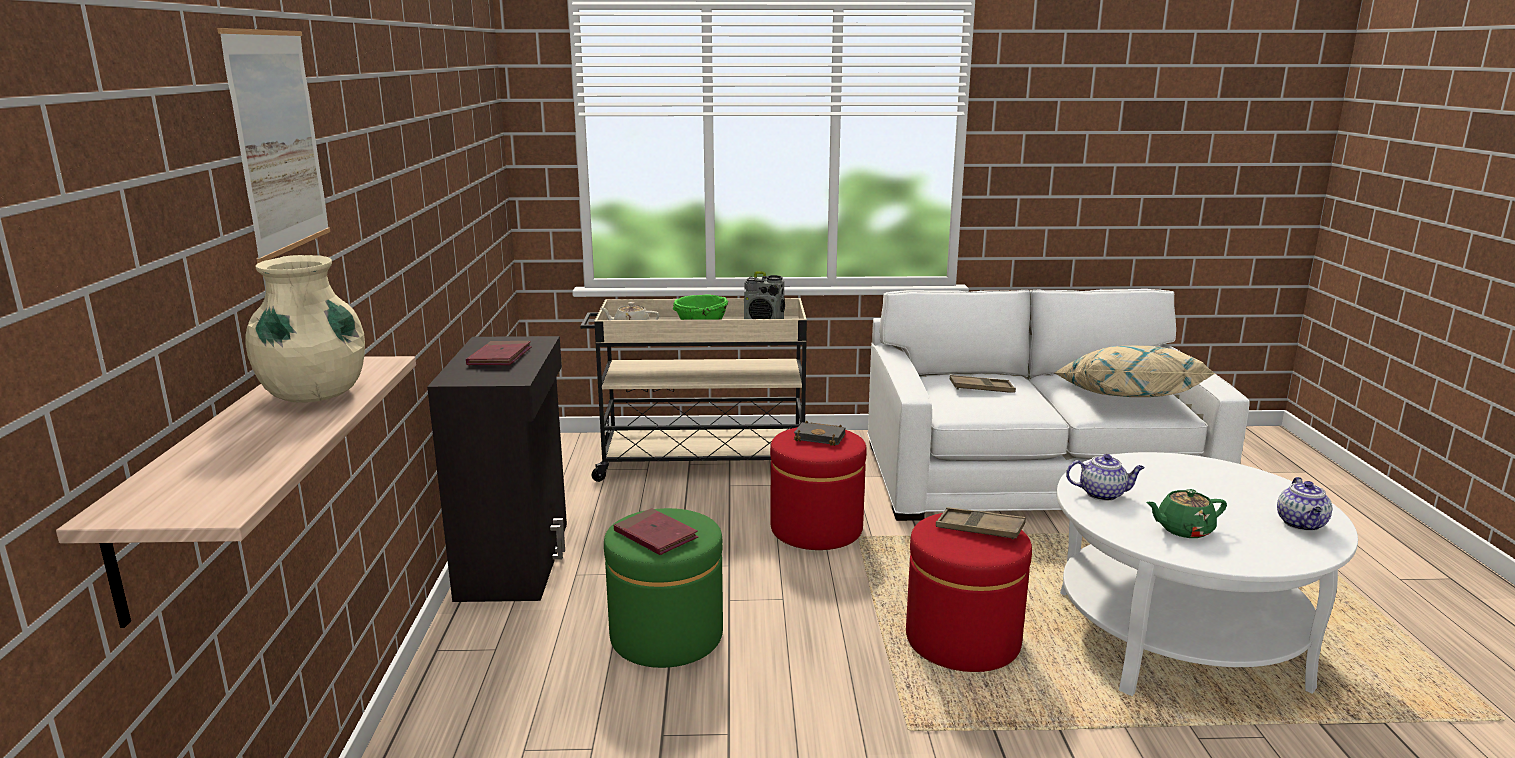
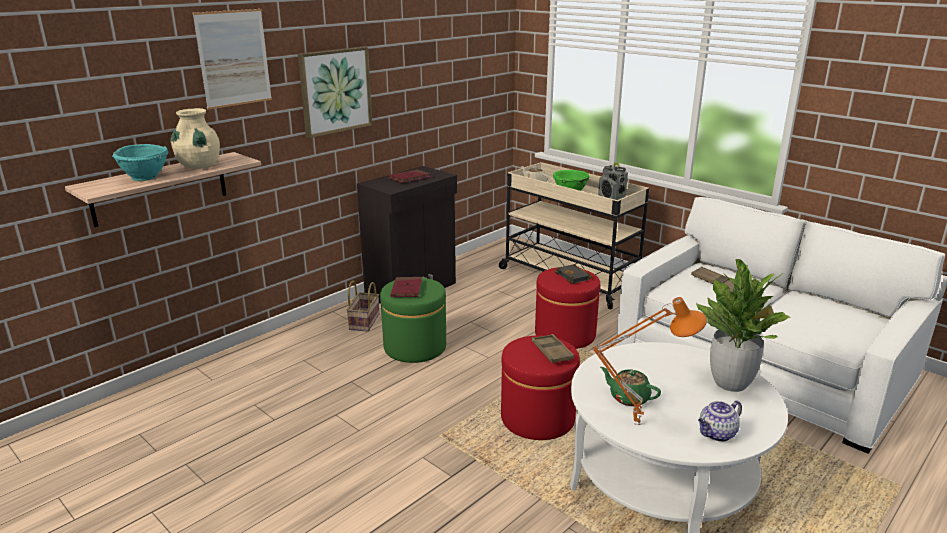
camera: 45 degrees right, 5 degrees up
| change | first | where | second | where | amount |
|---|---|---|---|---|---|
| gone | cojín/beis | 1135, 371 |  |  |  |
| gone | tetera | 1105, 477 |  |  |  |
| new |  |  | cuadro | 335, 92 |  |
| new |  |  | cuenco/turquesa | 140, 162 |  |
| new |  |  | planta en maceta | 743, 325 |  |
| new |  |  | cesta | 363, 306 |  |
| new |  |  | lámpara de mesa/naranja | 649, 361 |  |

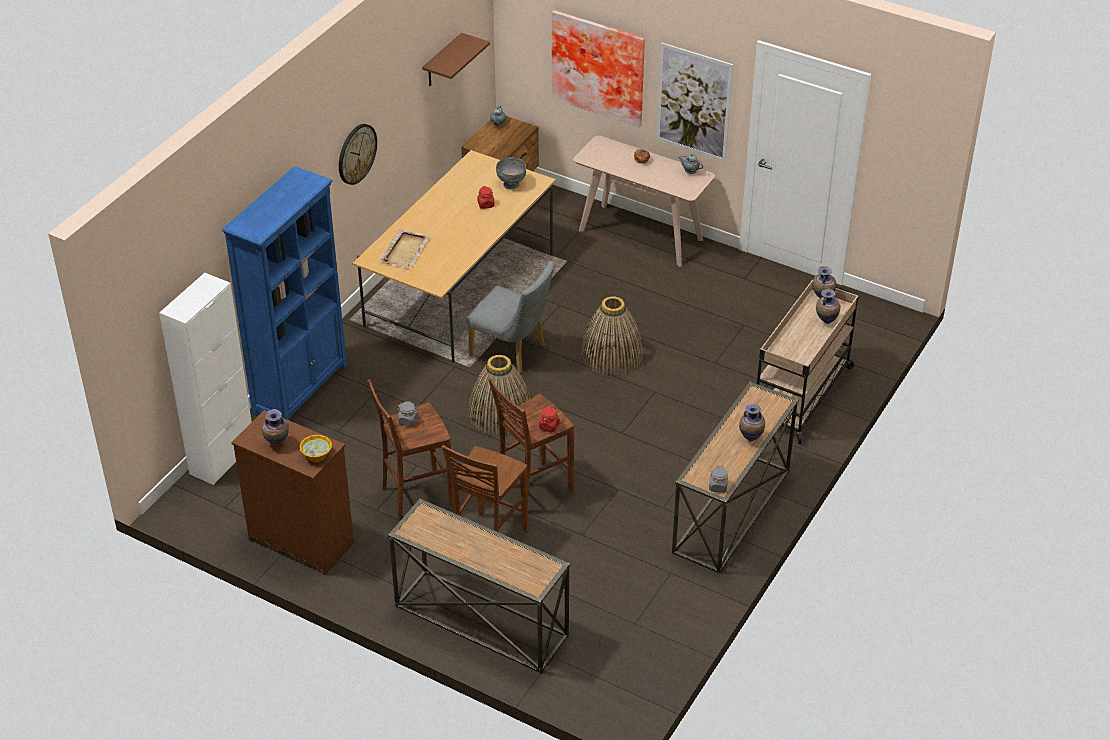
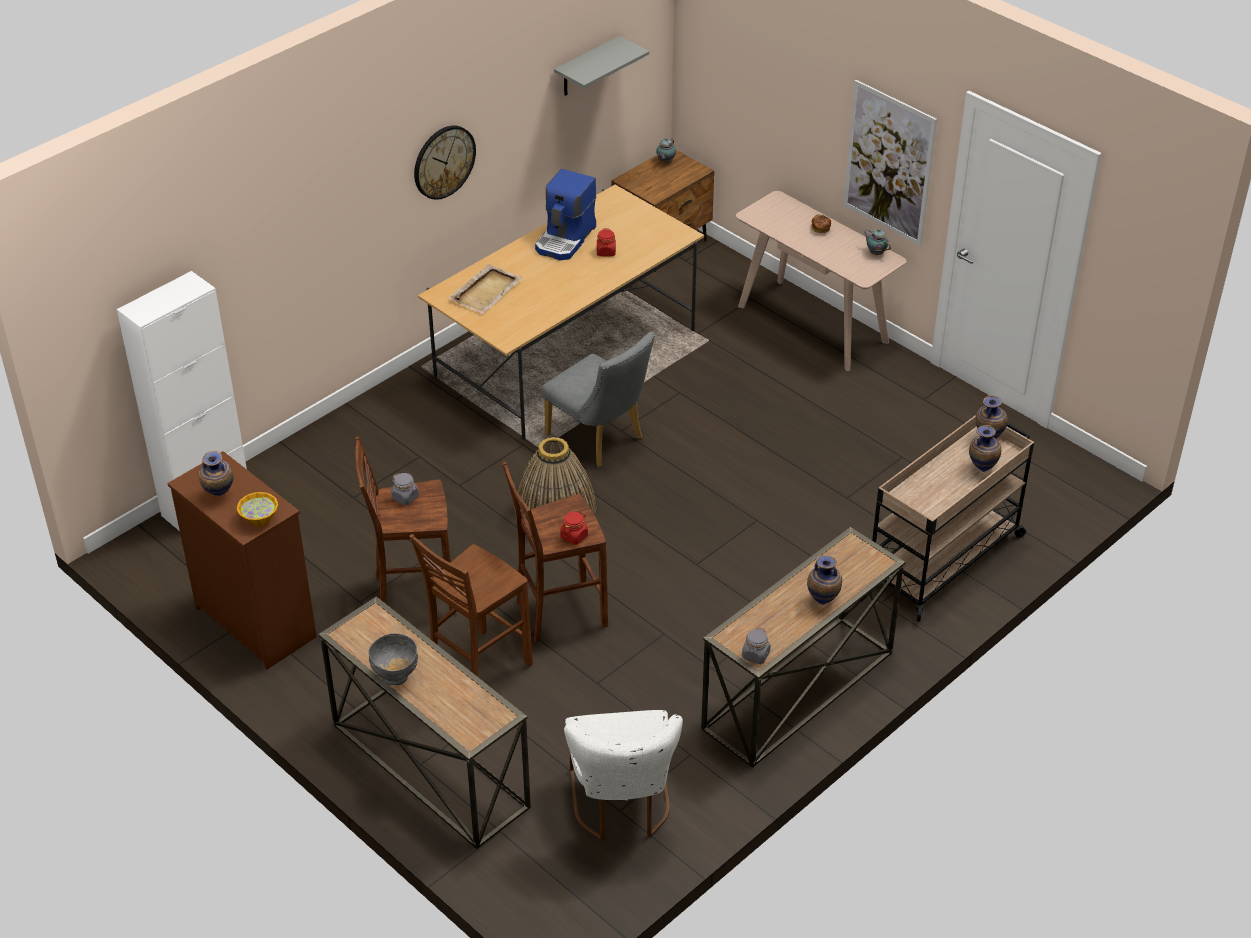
camera: 15 degrees right, 0 degrees up
| change | first | where | second | where | amount |
|---|---|---|---|---|---|
| gone | cuadro | 598, 68 |  |  |  |
| repainted | estante/marrón | 456, 59 | estante/gris | 601, 66 |  |
| shifted | cuenco/gris | 511, 173 |  | 393, 659 |  |
| gone | estantería/azul | 285, 293 |  |  |  |
| gone | cesta | 611, 335 |  |  |  |
| new |  |  | cafetera | 565, 214 |  |
| new |  |  | silla/blanco | 623, 775 |  |

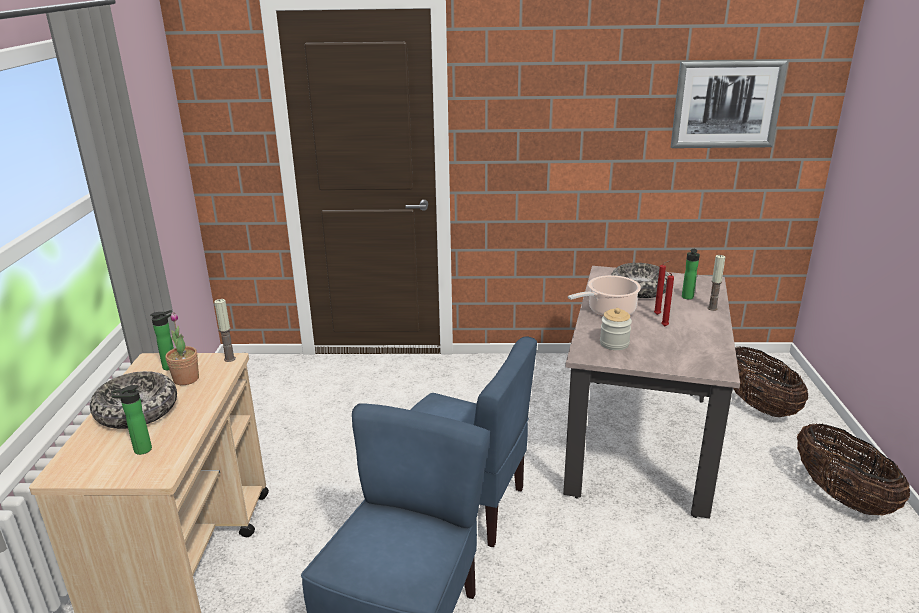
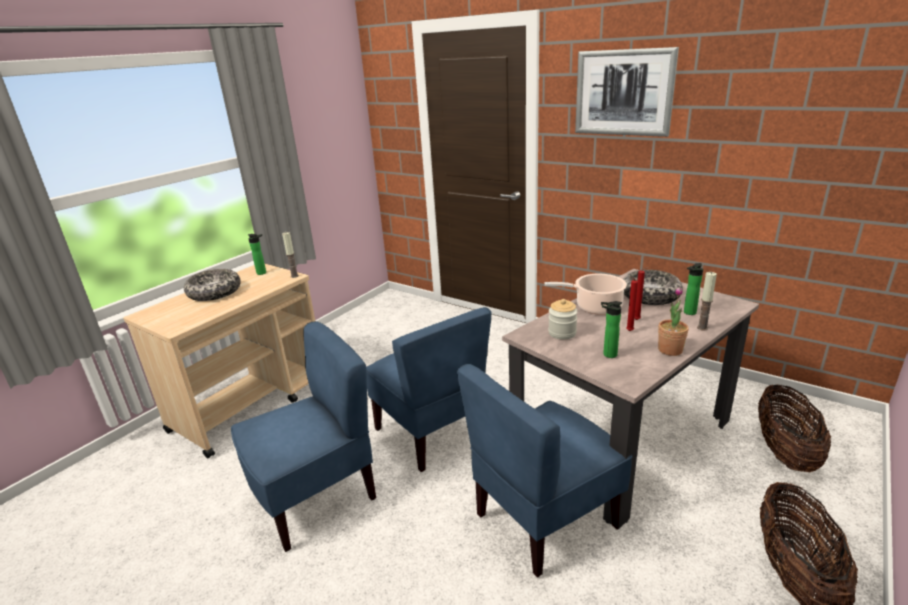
camera: 35 degrees right, 0 degrees up
| change | first | where | second | where | amount |
|---|---|---|---|---|---|
| shifted | cuadro | 729, 104 |  | 627, 92 |  |
| shifted | planta en maceta | 182, 348 |  | 673, 321 |  |
| shifted | botella | 131, 420 |  | 611, 329 |  |
| new |  |  | silla/azul | 544, 471 |  |

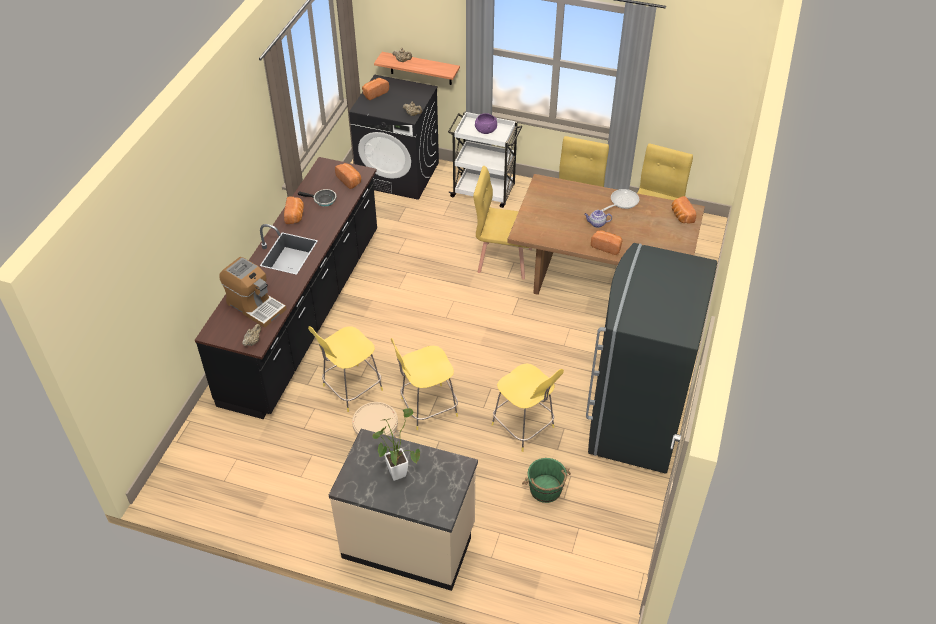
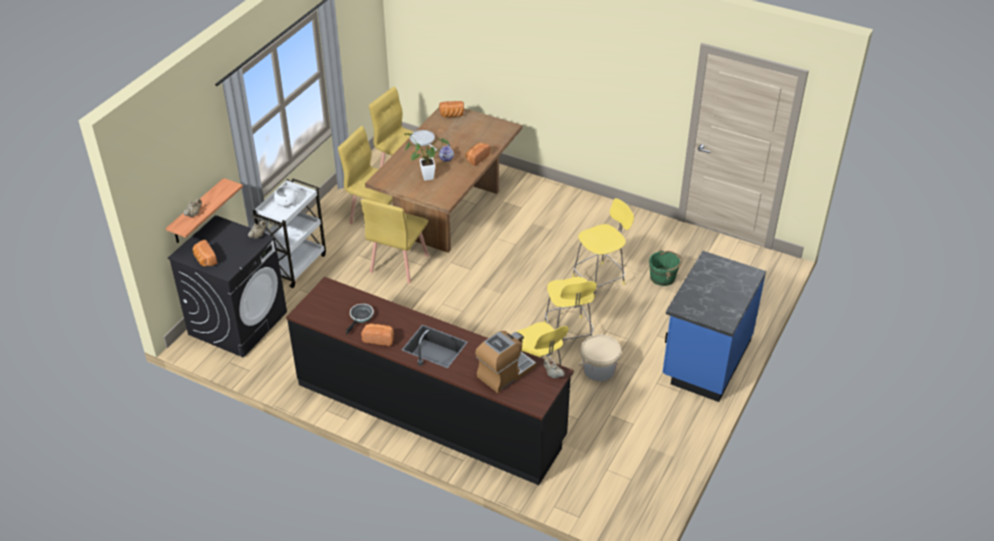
camera: 80 degrees left, 5 degrees down
| change | first | where | second | where | amount |
|---|---|---|---|---|---|
| repainted | cuenco/morado | 486, 123 | cuenco/blanco | 285, 196 |  |
| gone | pan | 348, 176 |  |  |  |
| gone | nevera/gris | 651, 358 |  |  |  |
| shifted | planta en maceta | 396, 444 |  | 426, 157 |  |
| repainted | mueble bajo de cocina/beis | 403, 510 | mueble bajo de cocina/azul | 714, 326 |  |

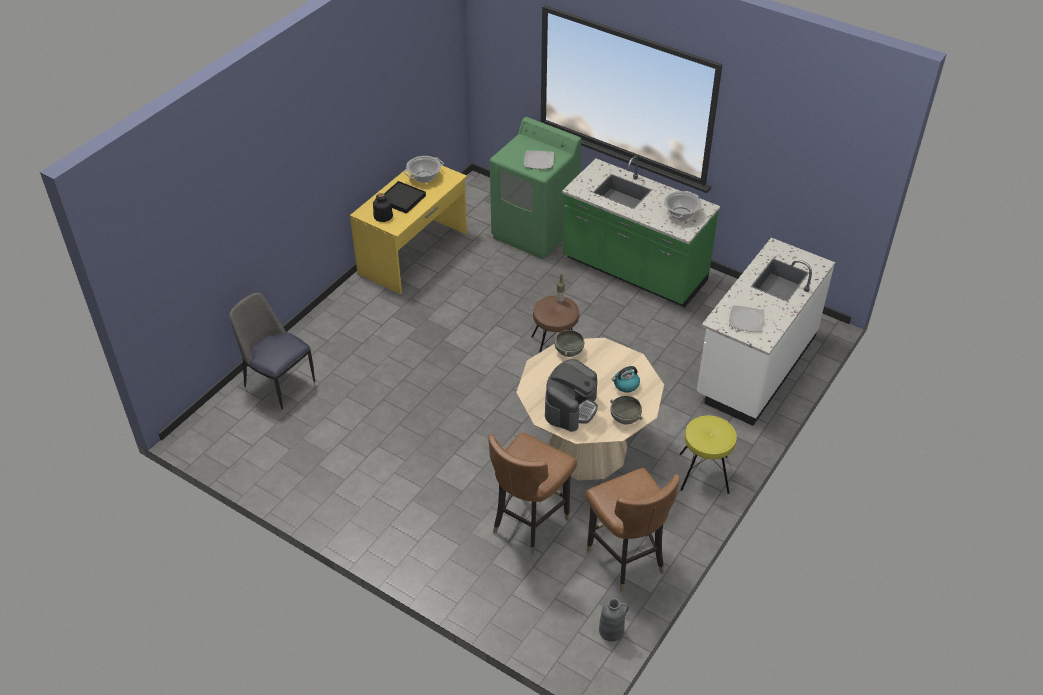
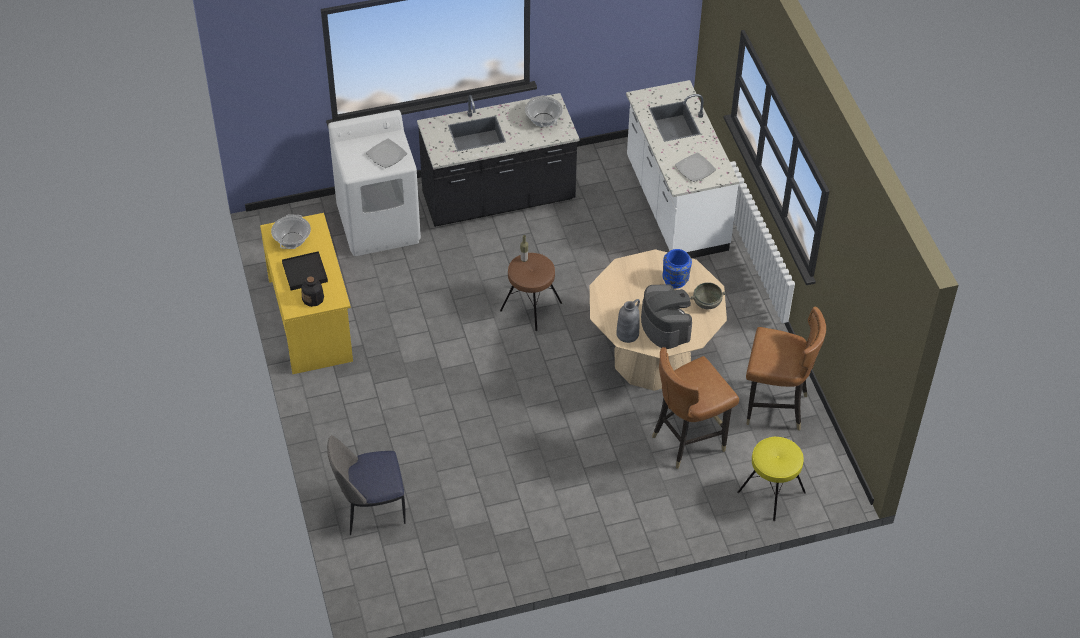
camera: 50 degrees left, 5 degrees up
| change | first | where | second | where | amount |
|---|---|---|---|---|---|
| repainted | lavadora/verde | 535, 188 | lavadora/blanco | 374, 183 |  |
| repainted | mueble bajo de cocina/verde | 641, 231 | mueble bajo de cocina/negro | 498, 160 |  |
| gone | cuenco/gris | 569, 343 |  |  |  |
| swapped | hervidor | 626, 379 | florero/azul | 677, 268 |  |
| shifted | taburete/amarillo | 708, 455 |  | 771, 479 |  |
| rotated | silla/marrón | 532, 493 |  | 695, 408 | 75 degrees clockwise |
| shifted | florero/gris | 614, 619 |  | 628, 321 |  |

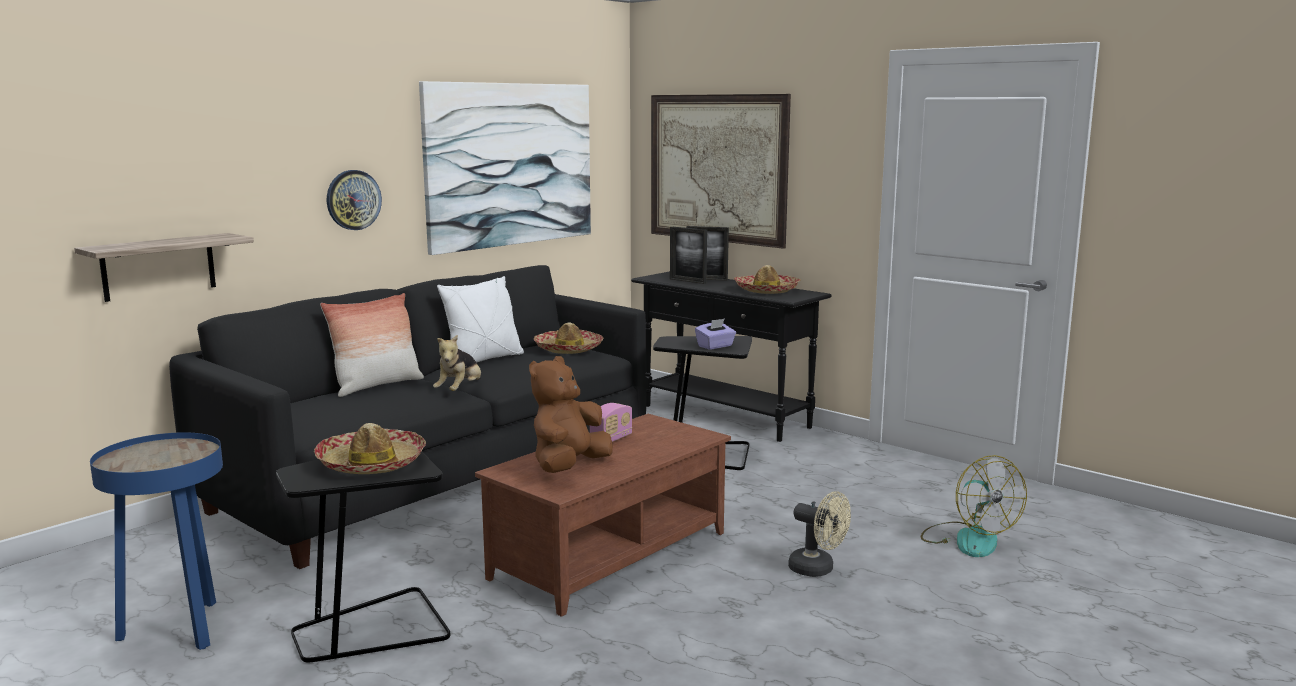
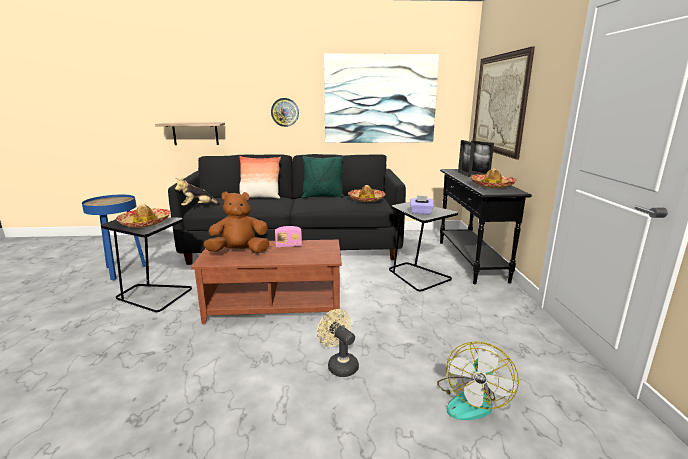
camera: 45 degrees right, 5 degrees up
| change | first | where | second | where | amount |
|---|---|---|---|---|---|
| repainted | cojín/blanco | 480, 319 | cojín/verde | 322, 177 |  |
| shifted | peluche | 457, 363 |  | 198, 192 |  |
| rotated | ventilador/beis | 819, 534 |  | 338, 343 | 150 degrees clockwise |

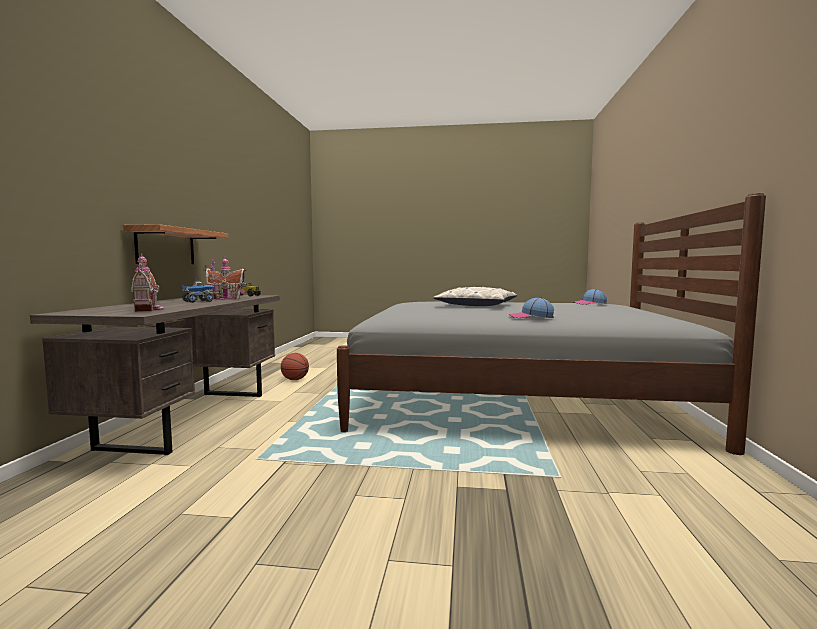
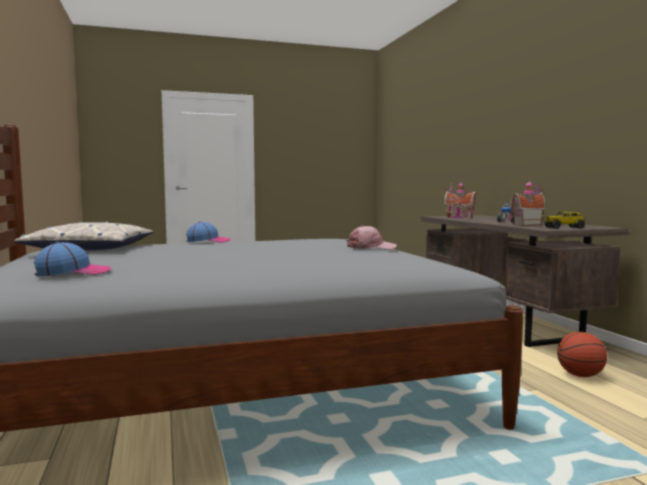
camera: 155 degrees right, 0 degrees up
| change | first | where | second | where | amount |
|---|---|---|---|---|---|
| gone | estante | 175, 244 |  |  |  |
| shifted | cojín | 475, 296 |  | 84, 236 |  |
| new |  |  | gorra/rosa | 372, 237 |  |

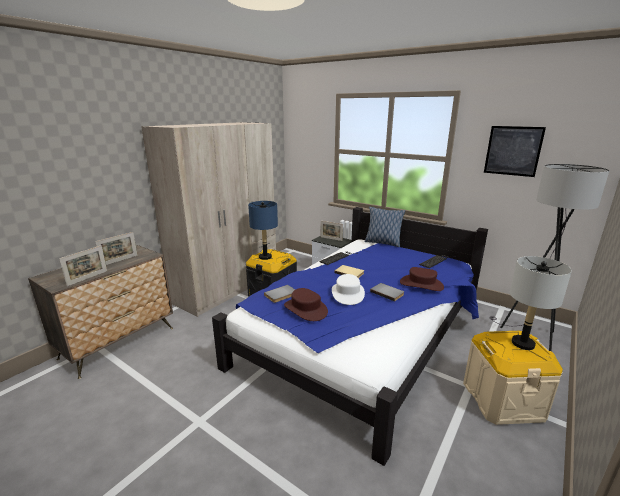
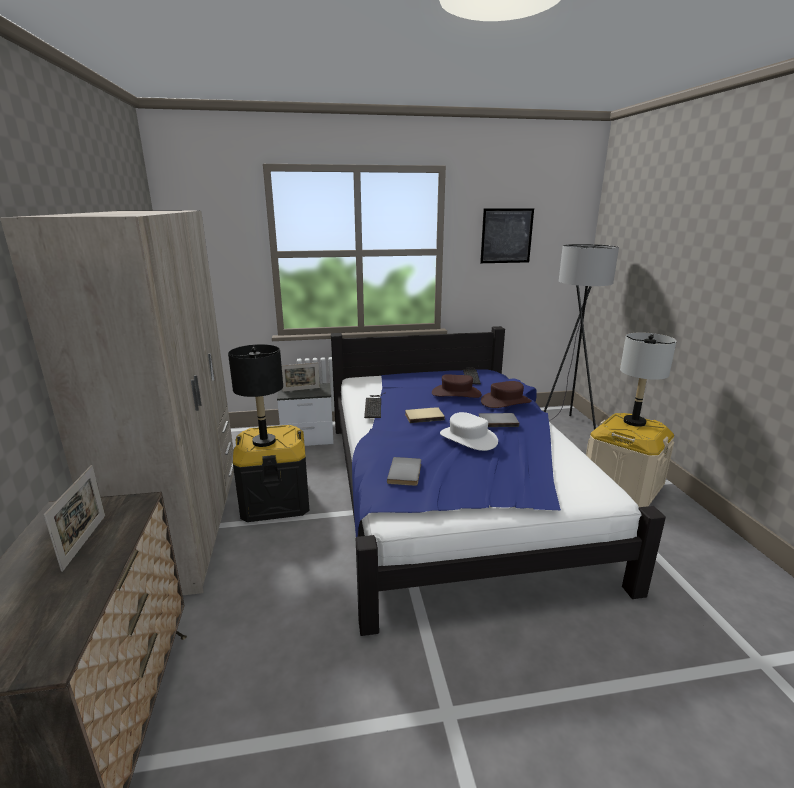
camera: 45 degrees left, 0 degrees up
| change | first | where | second | where | amount |
|---|---|---|---|---|---|
| repainted | lámpara de mesa/azul | 263, 230 | lámpara de mesa/negro | 255, 395 |  |
| gone | cojín | 385, 227 |  |  |  |
| gone | portarretratos | 83, 265 |  |  |  |
| shifted | sombrero/marrón | 306, 304 |  | 457, 386 |  |

